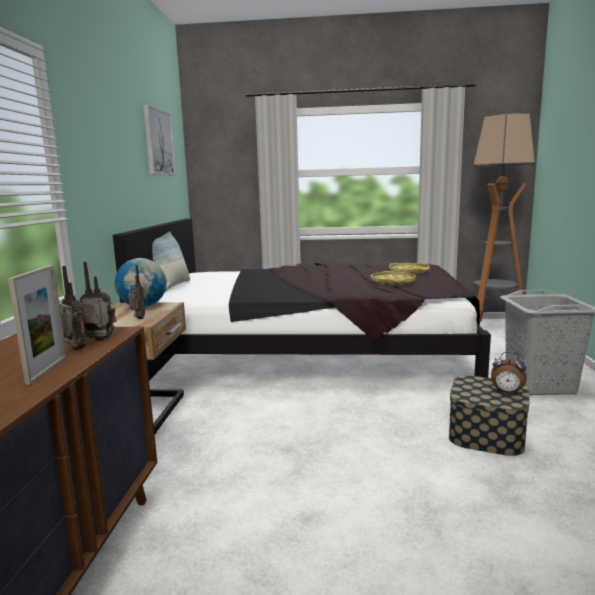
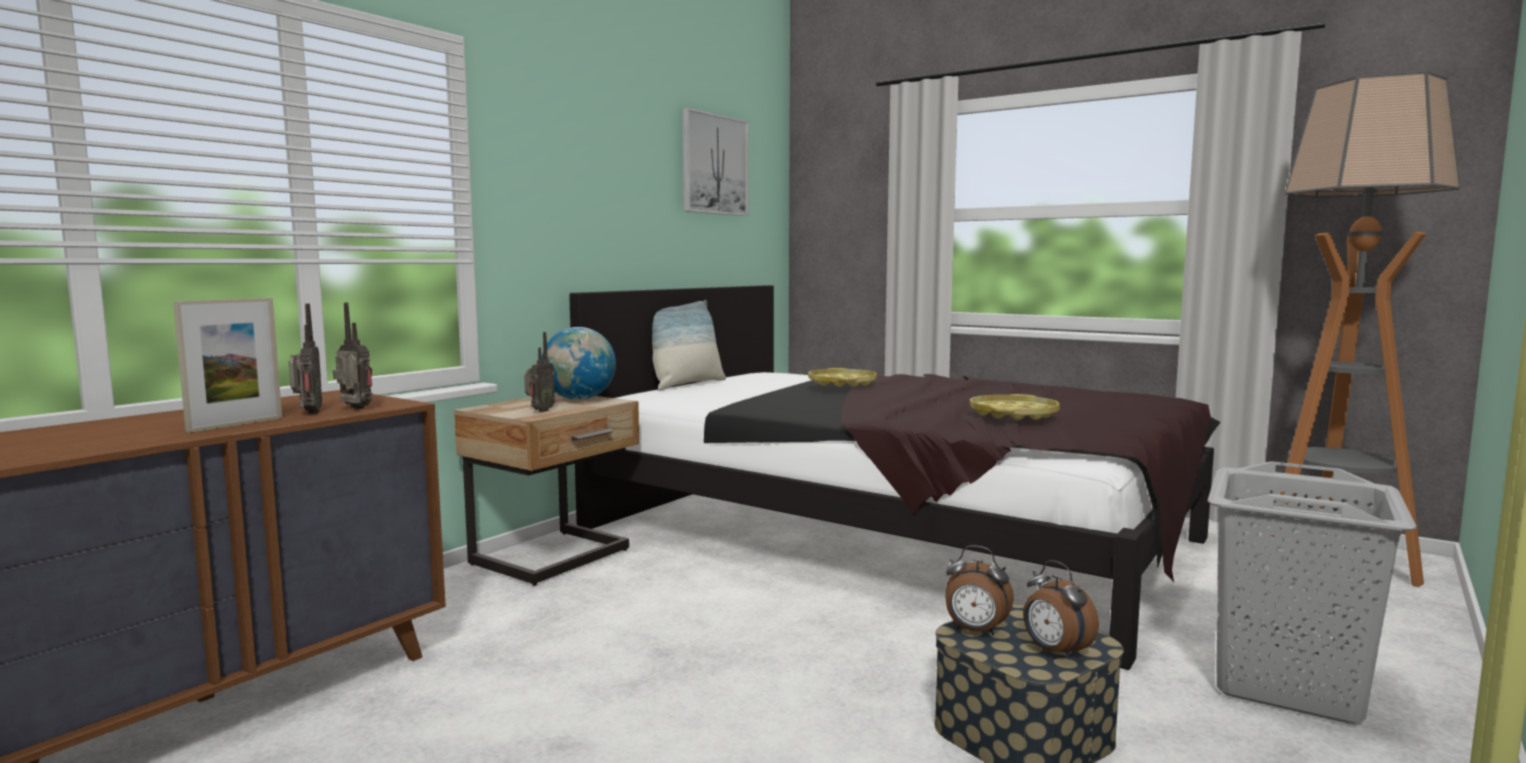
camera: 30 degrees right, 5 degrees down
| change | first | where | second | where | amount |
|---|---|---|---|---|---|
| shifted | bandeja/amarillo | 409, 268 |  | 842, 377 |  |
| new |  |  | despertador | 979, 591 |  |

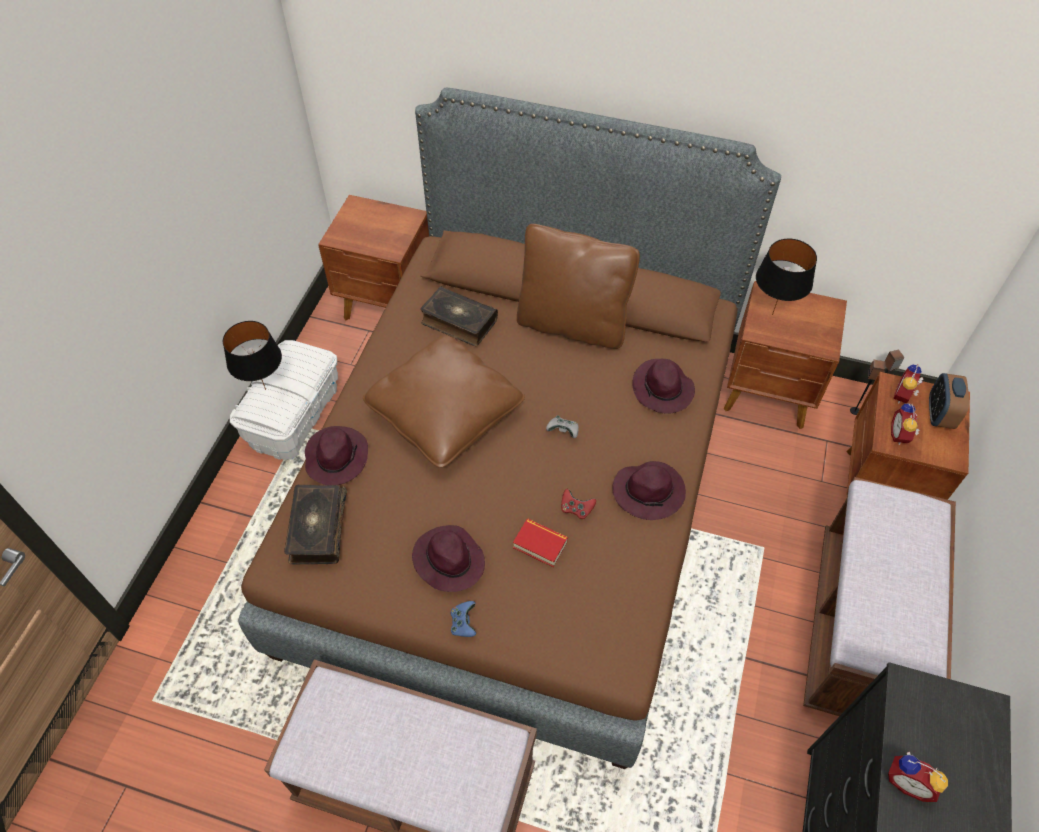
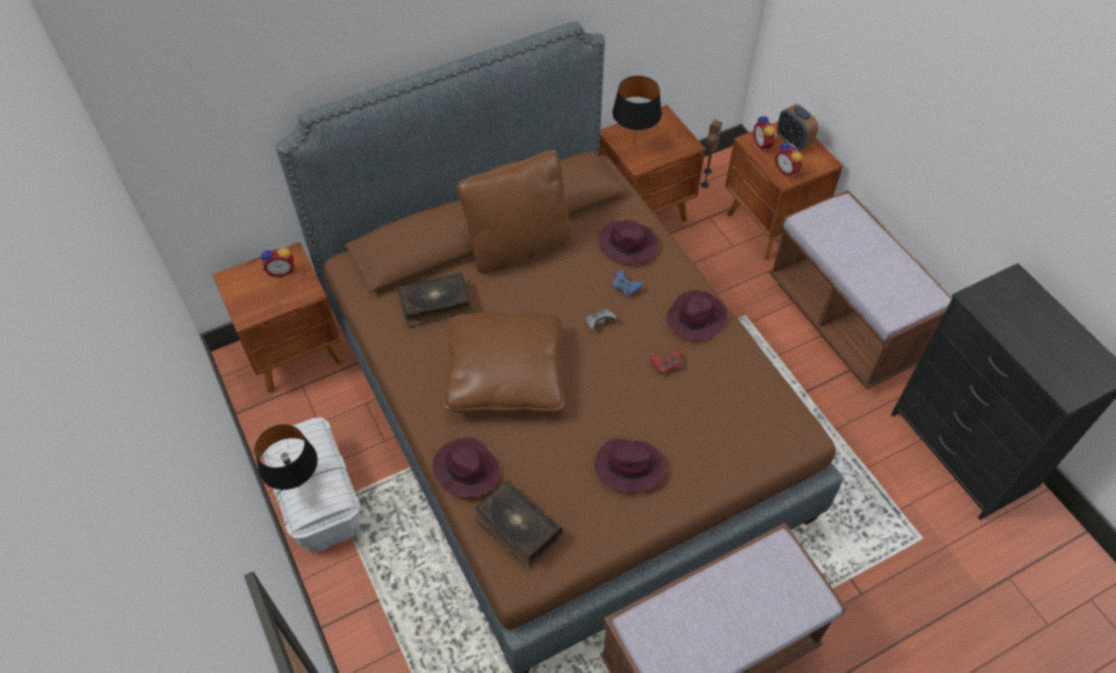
camera: 45 degrees left, 0 degrees up
| change | first | where | second | where | amount |
|---|---|---|---|---|---|
| gone | libro | 540, 543 |  |  |  |
| shifted | mando de consola/azul | 463, 619 |  | 628, 283 |  |
| shifted | despertador | 918, 777 |  | 277, 262 |  |

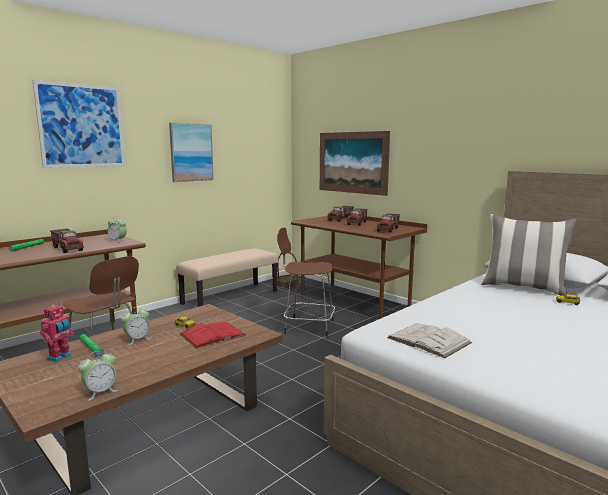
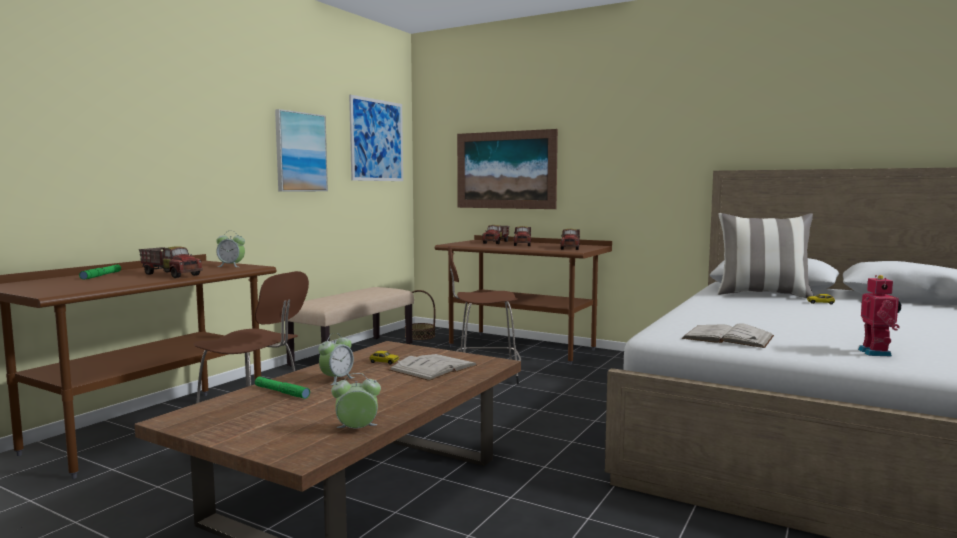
camera: 15 degrees left, 5 degrees down
| change | first | where | second | where | amount |
|---|---|---|---|---|---|
| shifted | cuadro | 79, 124 |  | 376, 138 |  |
| shifted | robot de juguete | 57, 333 |  | 879, 316 |  |
| repainted | libro/rojo | 213, 335 | libro/blanco | 433, 367 |  |
| rotated | despertador | 98, 376 |  | 356, 400 | 135 degrees counterclockwise |

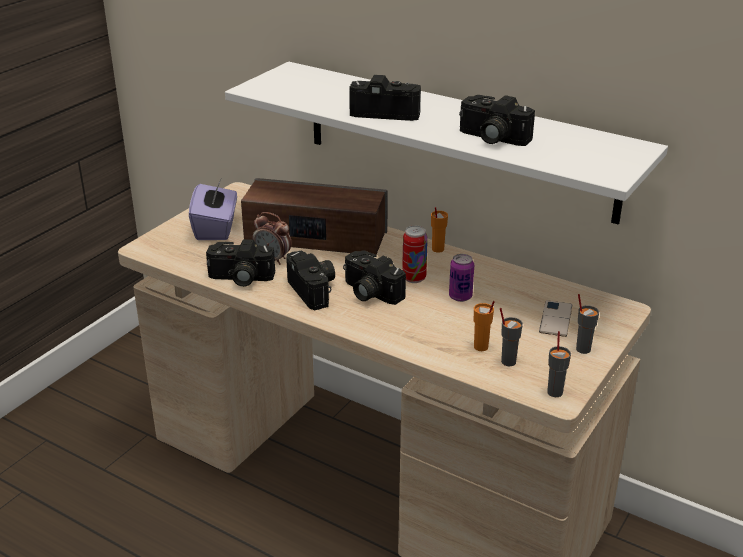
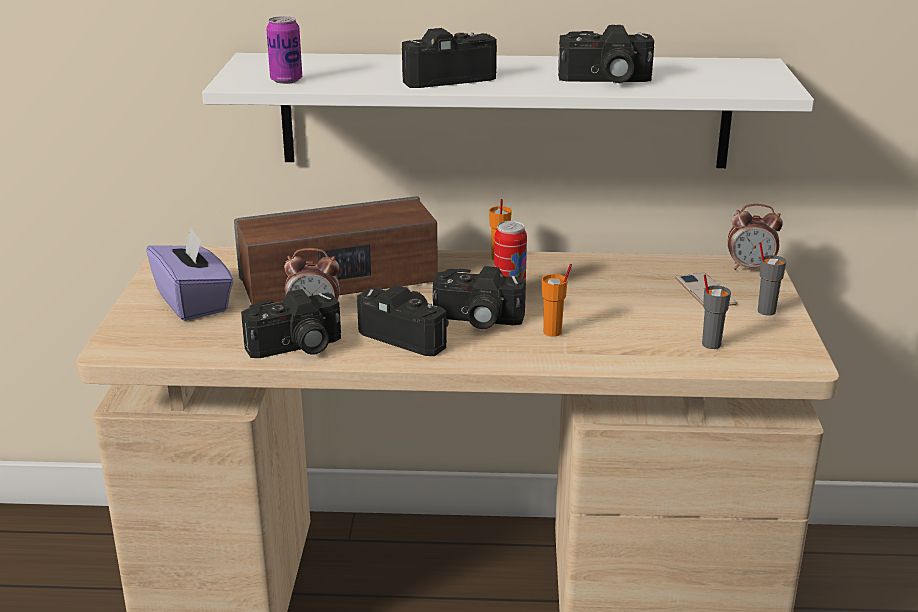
camera: 30 degrees left, 5 degrees down
| change | first | where | second | where | amount |
|---|---|---|---|---|---|
| shifted | lata | 461, 278 |  | 284, 50 |  |
| shifted | taza/naranja | 484, 326 |  | 557, 300 |  |
| gone | taza/gris | 559, 364 |  |  |  |
| new |  |  | despertador | 755, 237 |  |

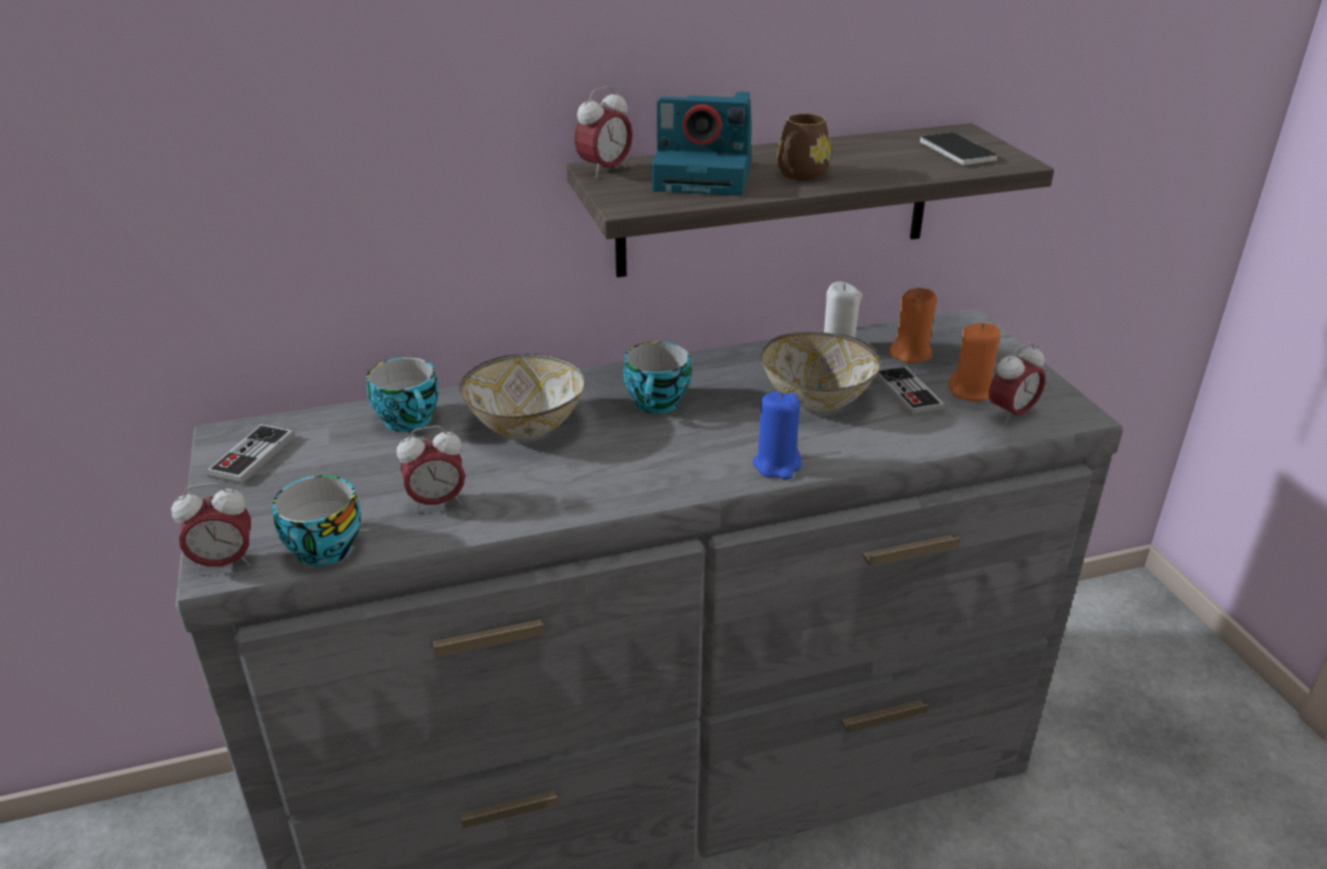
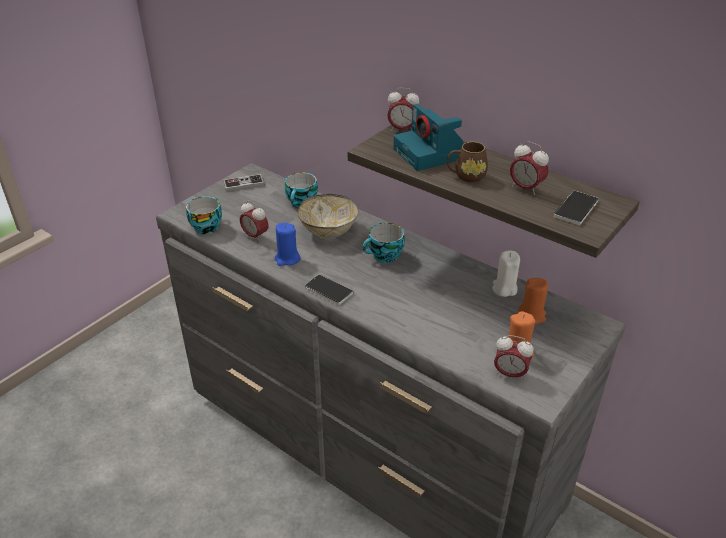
camera: 55 degrees right, 5 degrees up
| change | first | where | second | where | amount |
|---|---|---|---|---|---|
| gone | cuenco | 820, 371 |  |  |  |
| gone | mando de consola | 910, 391 |  |  |  |
| shifted | vela/azul | 777, 435 |  | 288, 244 |  |
| shifted | despertador | 211, 528 |  | 529, 168 |  |
| new |  |  | móvil | 329, 290 |  |

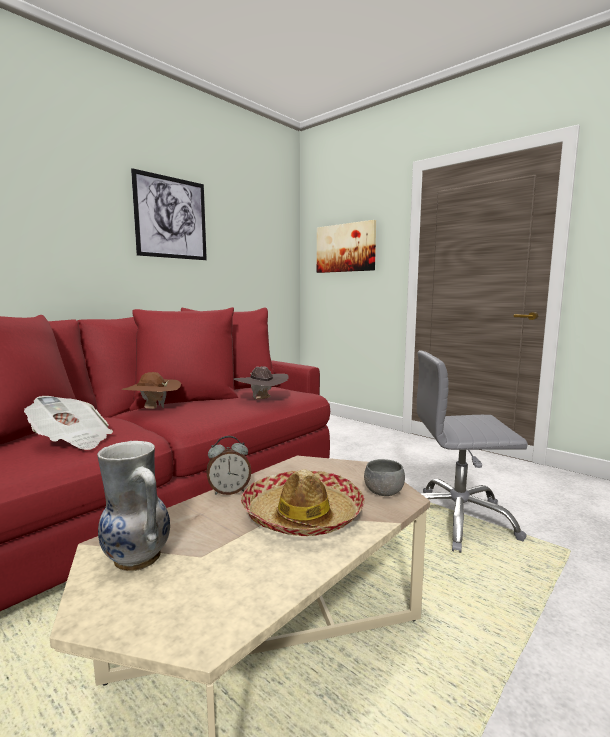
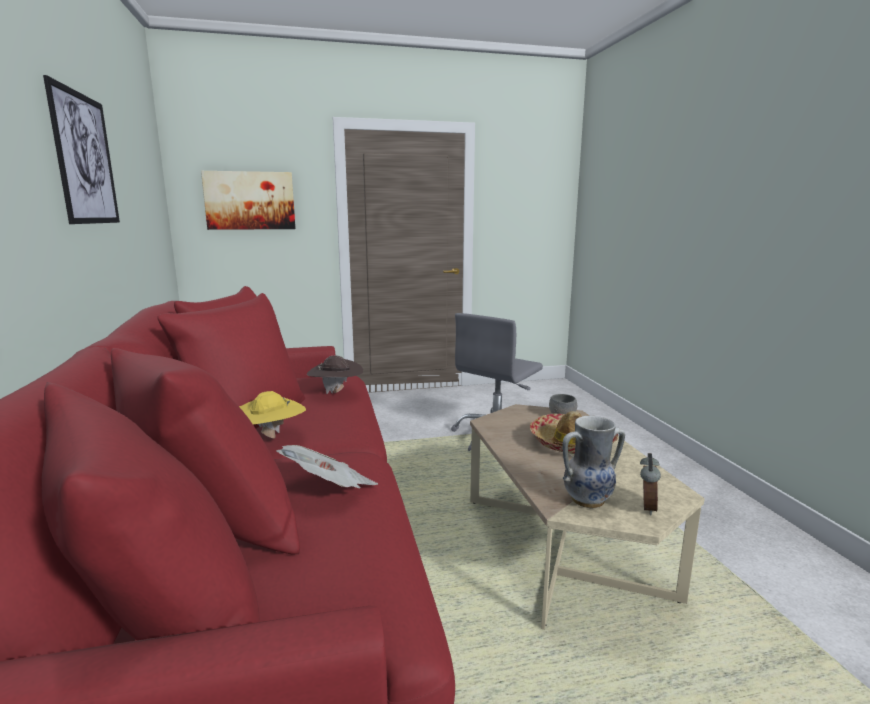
camera: 55 degrees left, 5 degrees up
| change | first | where | second | where | amount |
|---|---|---|---|---|---|
| repainted | sombrero/marrón | 151, 390 | sombrero/amarillo | 272, 414 |  |
| shifted | despertador | 229, 465 |  | 650, 484 |  |

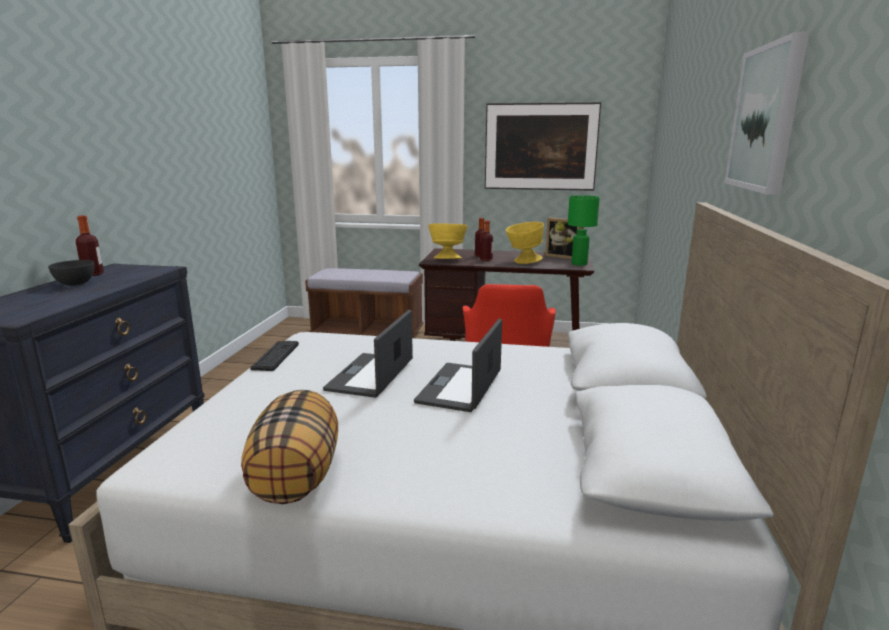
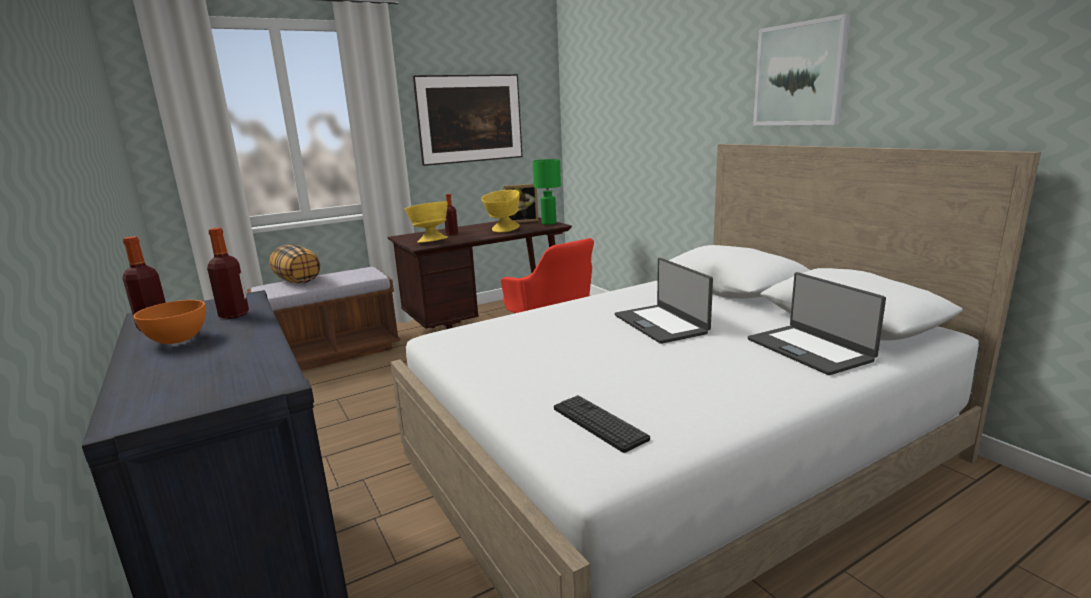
camera: 40 degrees left, 0 degrees up
| change | first | where | second | where | amount |
|---|---|---|---|---|---|
| shifted | botella | 486, 240 |  | 228, 273 |  |
| repainted | cuenco/gris | 71, 273 | cuenco/naranja | 169, 322 |  |
| shifted | portátil | 368, 354 |  | 817, 323 |  |
| shifted | teclado | 274, 356 |  | 602, 424 |  |
| shifted | cojín | 289, 446 |  | 295, 264 |  |

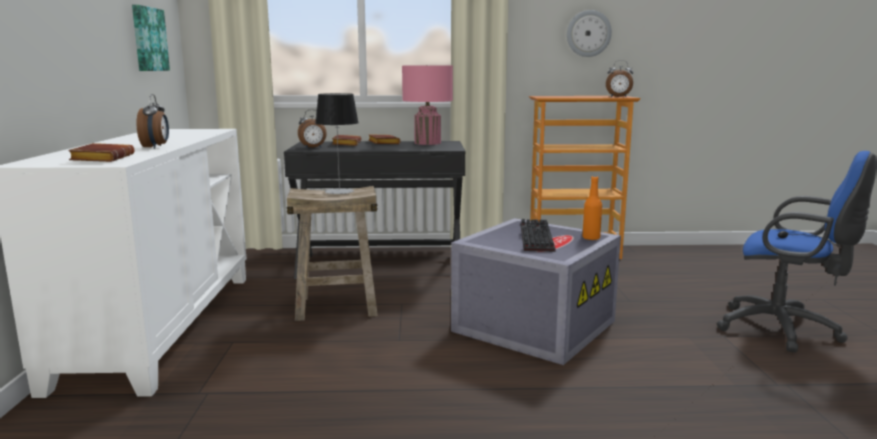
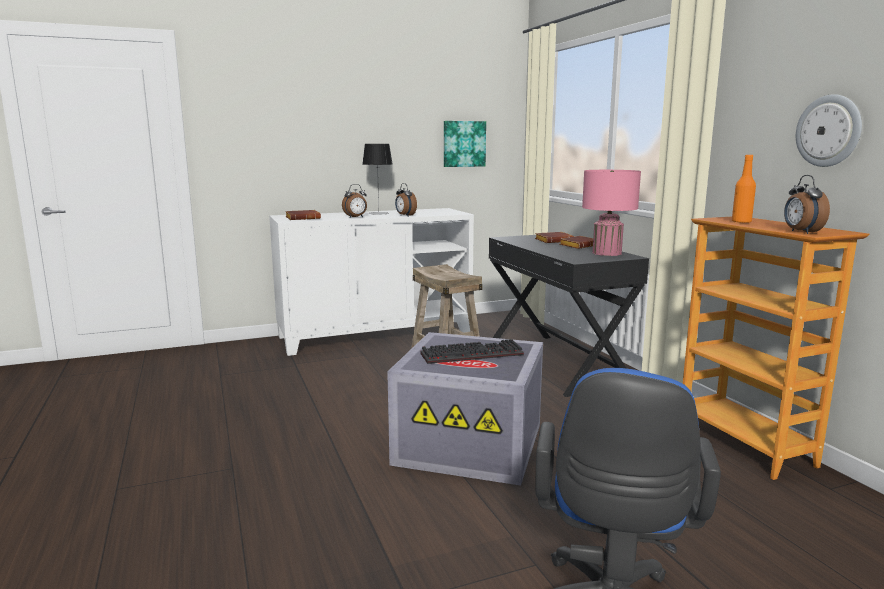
camera: 70 degrees right, 0 degrees up
| change | first | where | second | where | amount |
|---|---|---|---|---|---|
| shifted | lámpara de mesa | 337, 143 |  | 377, 179 |  |
| shifted | despertador | 312, 128 |  | 406, 199 |  |
| shifted | botella/naranja | 592, 208 |  | 744, 189 |  |

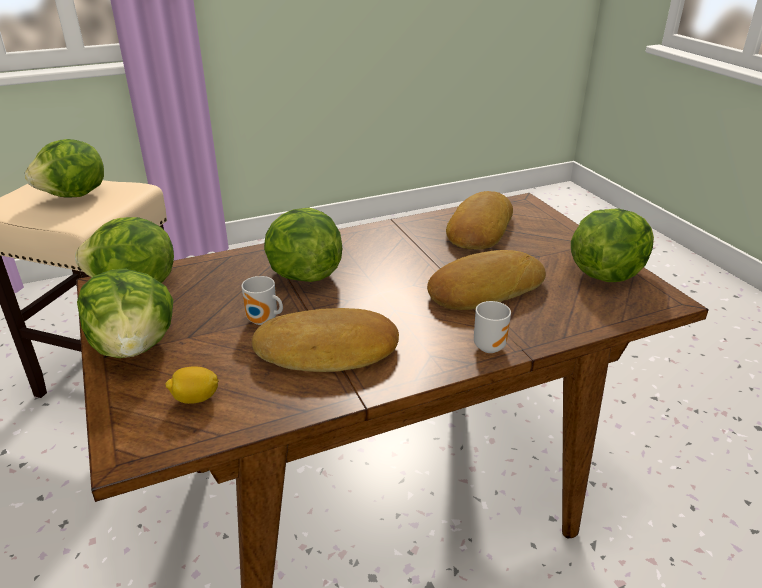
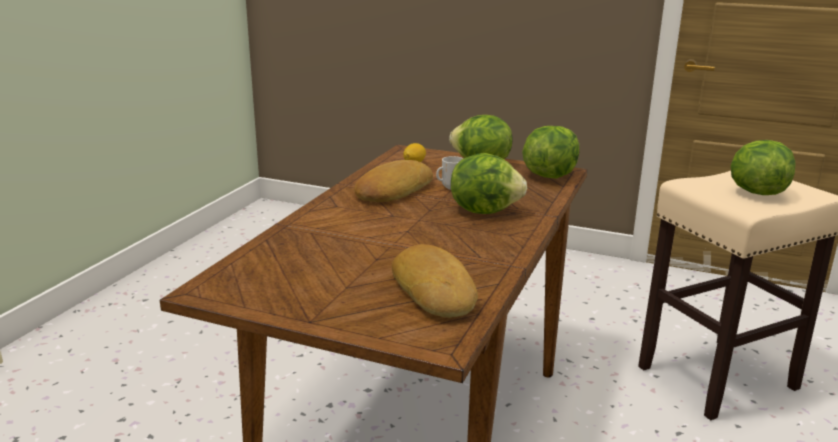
camera: 135 degrees right, 10 degrees down
| change | first | where | second | where | amount |
|---|---|---|---|---|---|
| gone | lechuga | 612, 245 |  |  |  |
| gone | pan | 486, 280 |  |  |  |
| gone | taza grande | 492, 327 |  |  |  |

